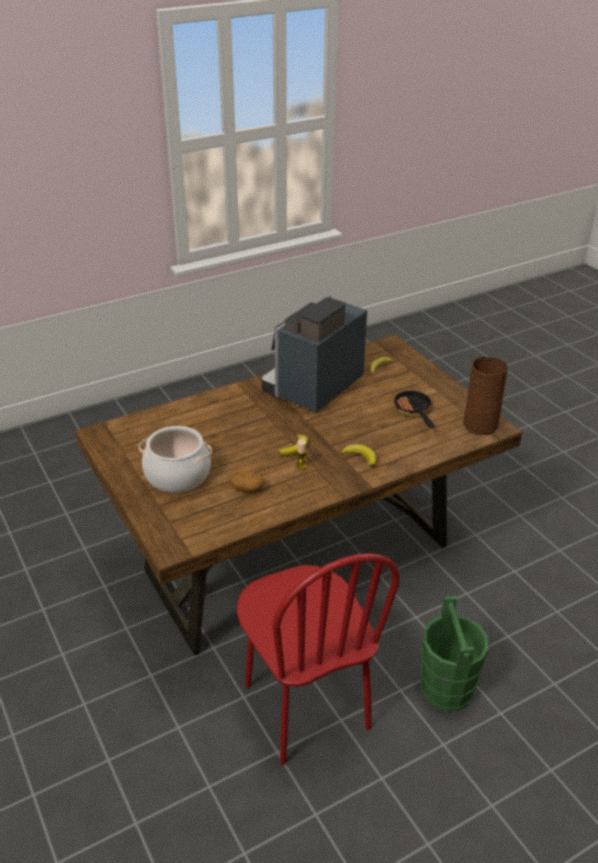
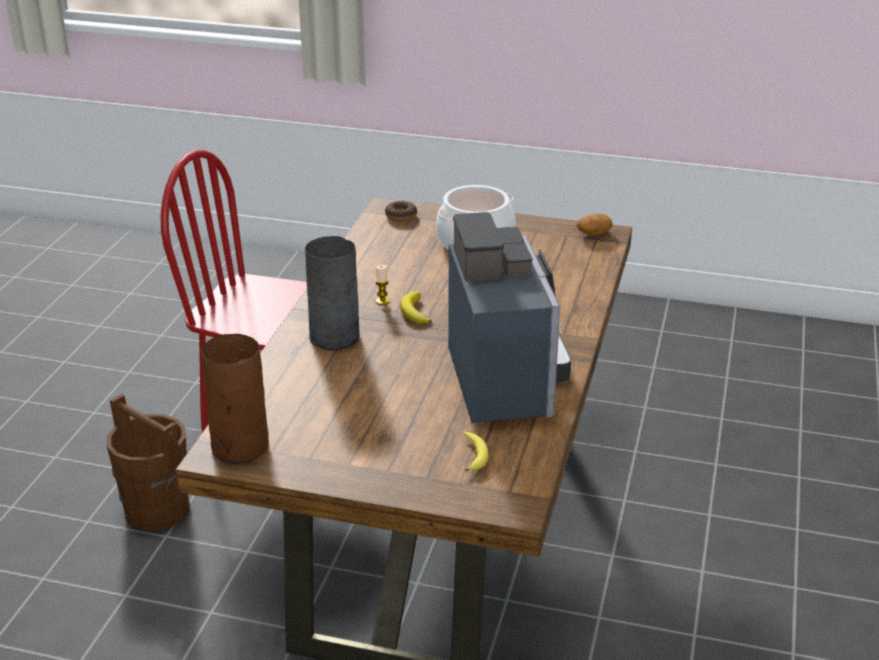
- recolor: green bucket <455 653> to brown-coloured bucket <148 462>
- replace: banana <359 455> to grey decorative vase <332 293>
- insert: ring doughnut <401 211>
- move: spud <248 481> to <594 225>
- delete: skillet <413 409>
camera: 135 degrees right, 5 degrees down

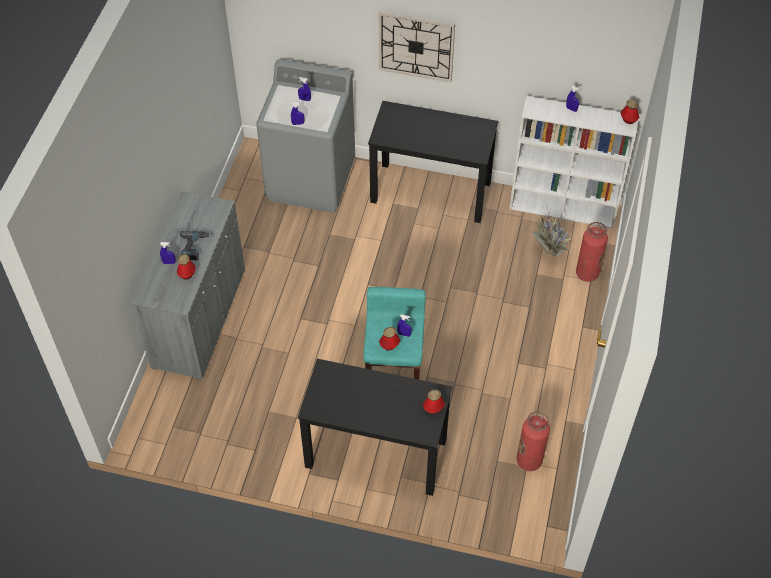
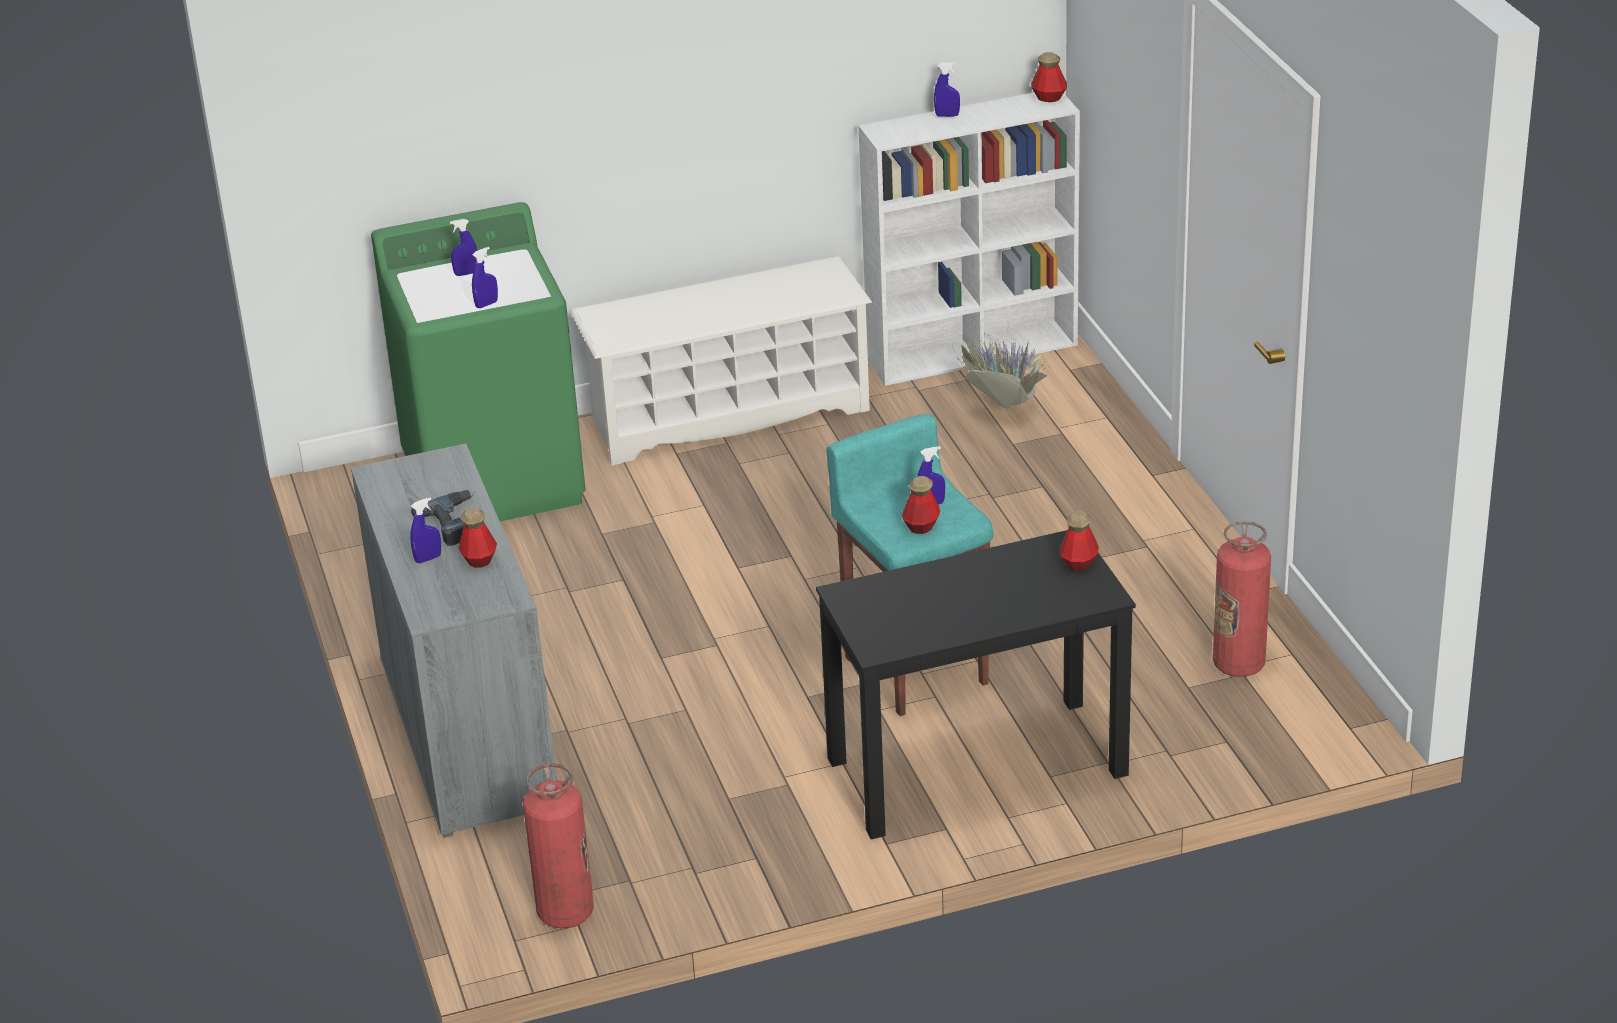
- recolor: grey washing machine <305 136> to green washing machine <478 362>
- move: fire extinguisher <592 252> to <558 845>
- replace: black desk table <433 162> to white shoe stand <721 360>
- delete: hanging clock <417 46>
camera: 30 degrees left, 20 degrees down

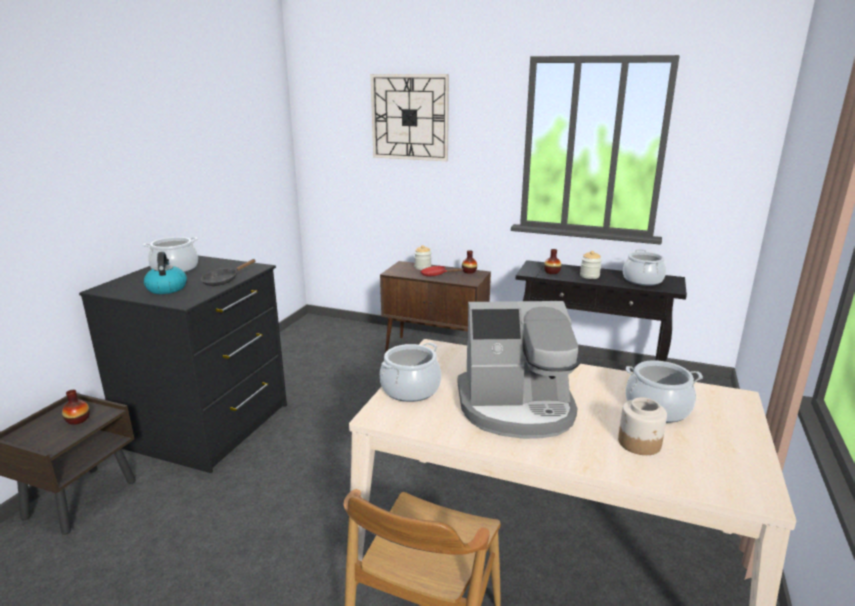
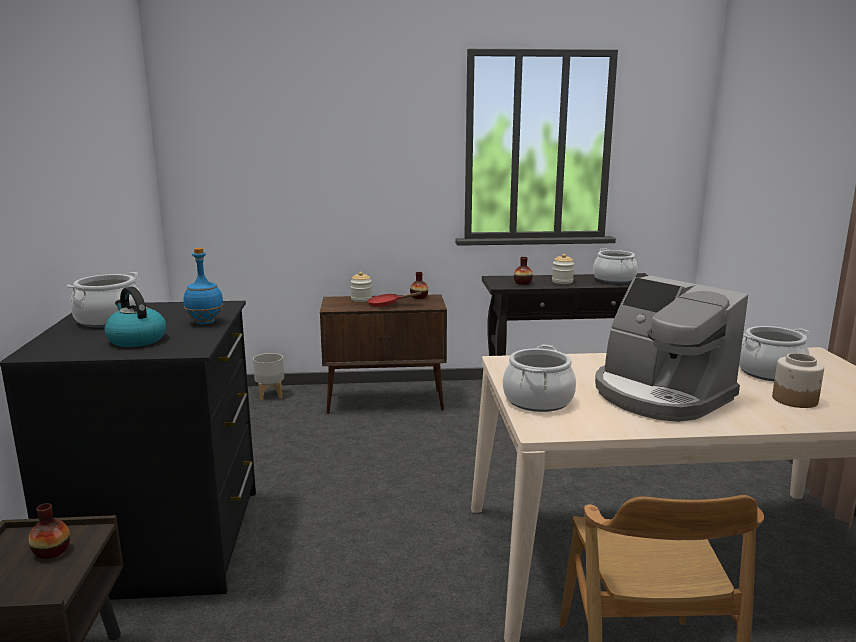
- replace: black skillet <228 272> to blue-coloured bottle <204 286>
- insert: grey plant pot <268 376>
- rotate: coffee brewer <519 370> = <671 348> 75 degrees clockwise
- delete: hanging clock <409 117>
camera: 25 degrees left, 5 degrees down

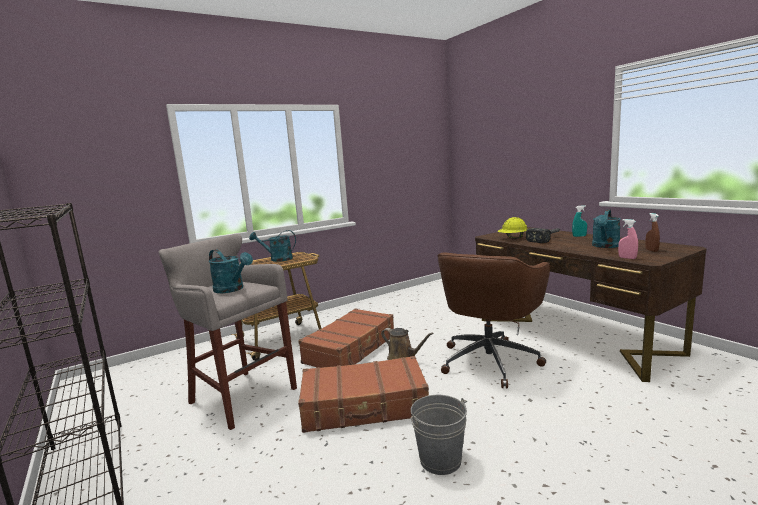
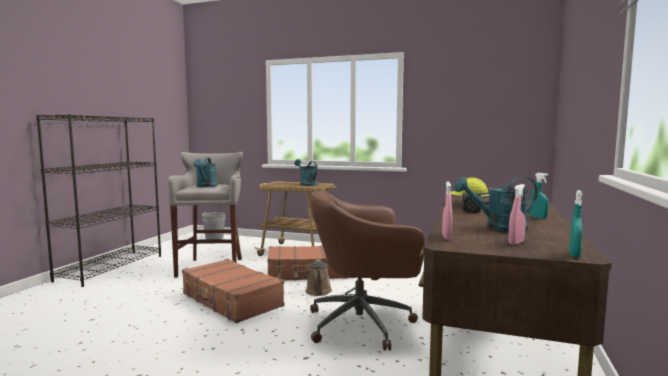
- move: grey bucket <439 435> to <213 225>
- recolor: brown-coloured spray bottle <652 232> to pink spray bottle <517 214>
- insert: turquoise-coloured spray bottle <575 224>
camera: 50 degrees right, 5 degrees down

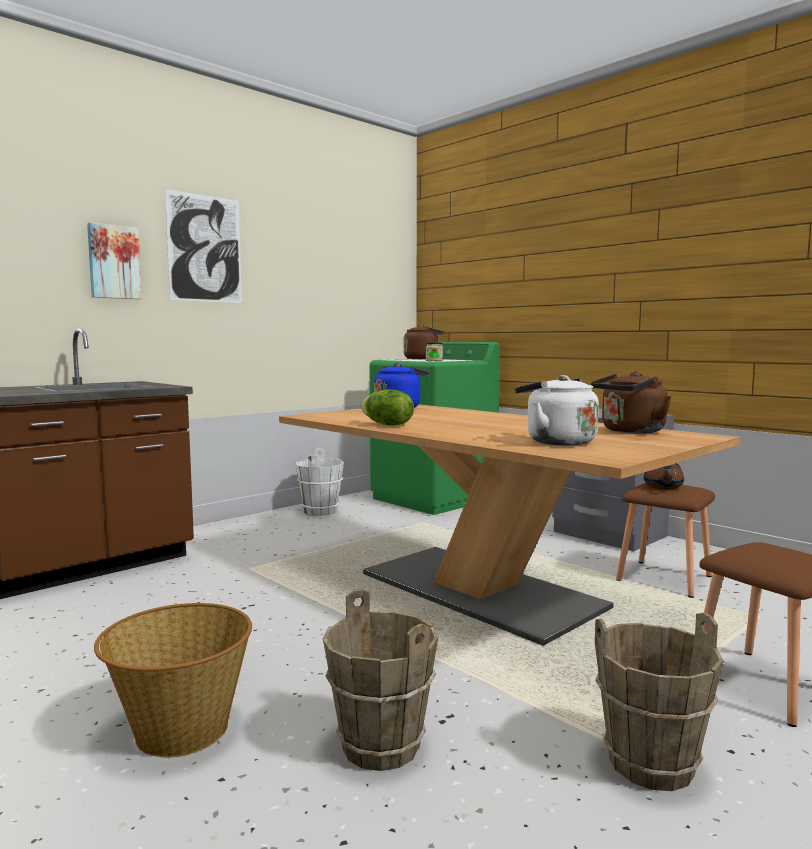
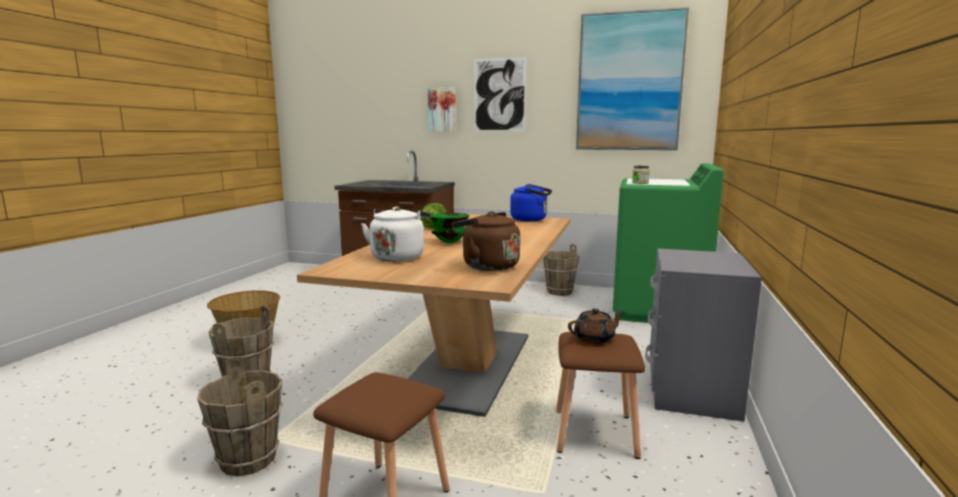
- insert: green bowl <449 228>
- recolor: white bucket <320 482> to brown-coloured bucket <561 270>
- insert: wall art <632 78>
- delete: brown-coloured tea kettle <423 342>
camera: 60 degrees right, 5 degrees up

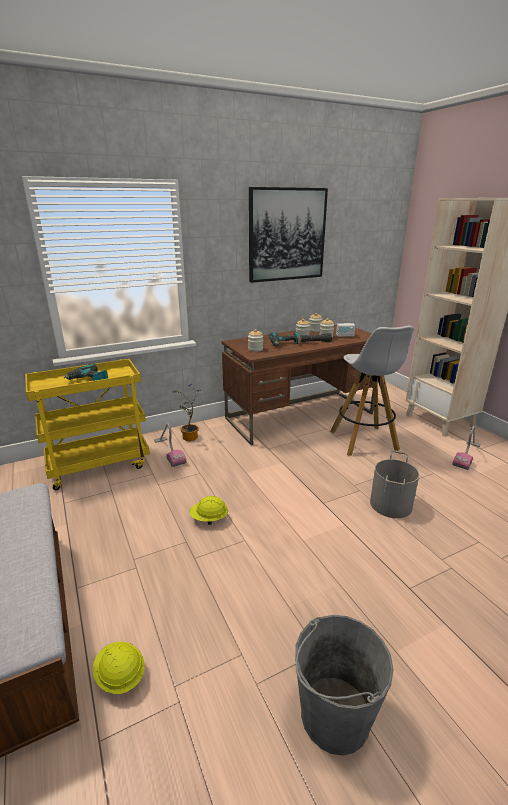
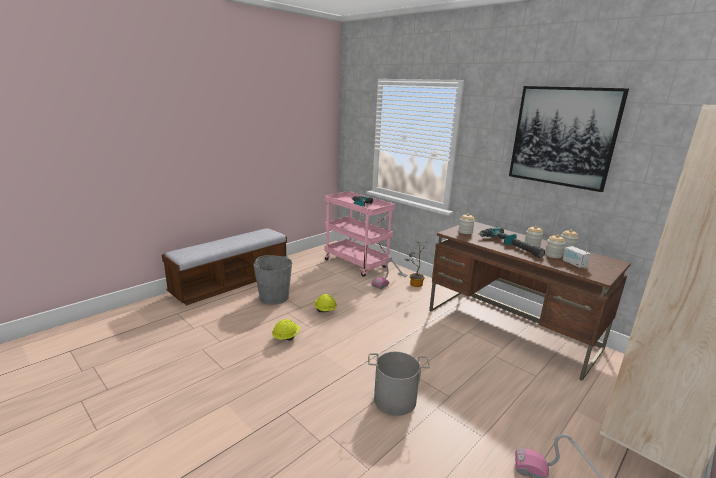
- move: grey bucket <344 685> to <273 280>
- move: yellow-coloured work helmet <118 668> to <286 330>
- recolor: yellow-coloured trolley <87 424> to pink trolley <359 234>
- delete: white stool <371 391>
camera: 70 degrees right, 5 degrees down

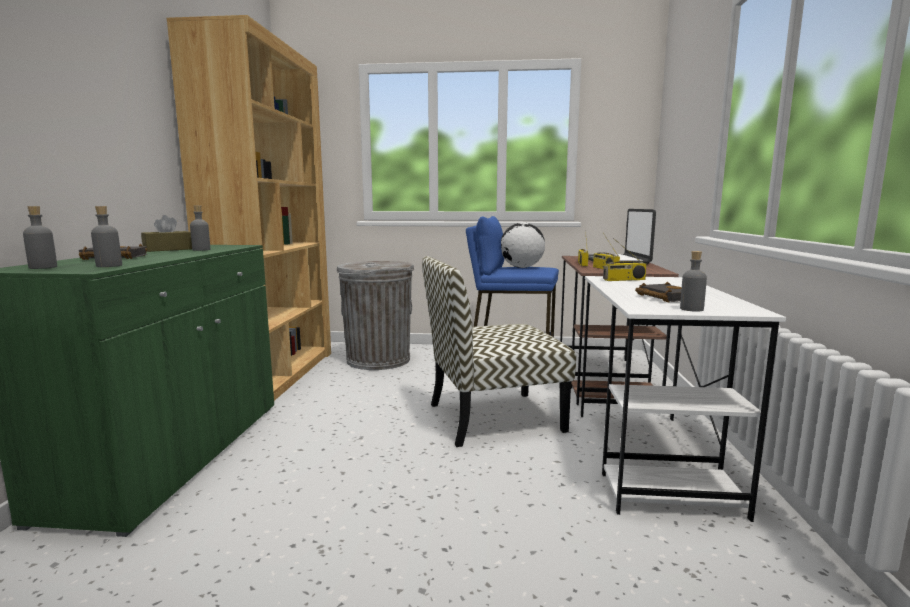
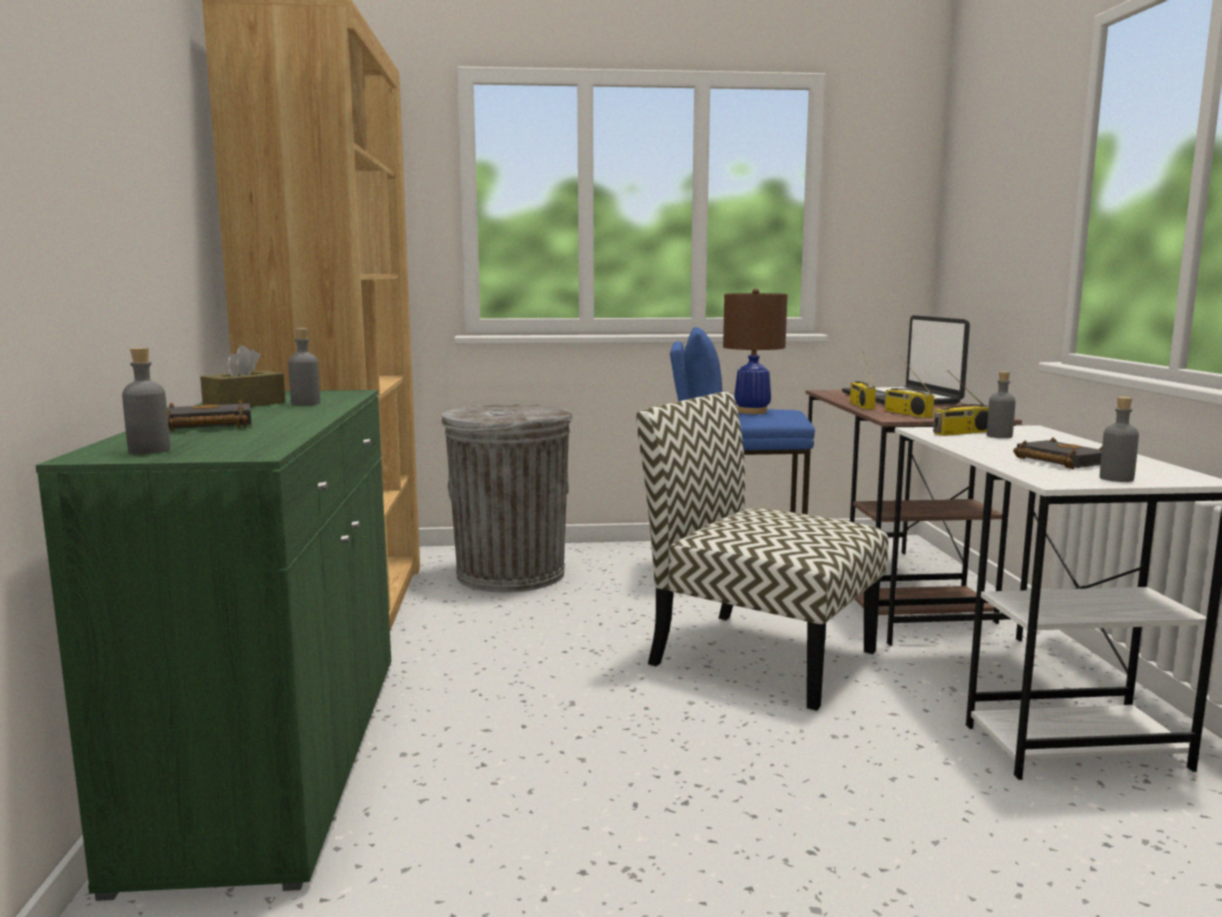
- rotate: chair <499 351> = <762 551> 60 degrees clockwise
- replace: world globe <523 245> to brown-coloured lamp for a table <755 351>
- move: grey bottle <106 236> to <1001 404>
camera: 10 degrees left, 0 degrees up

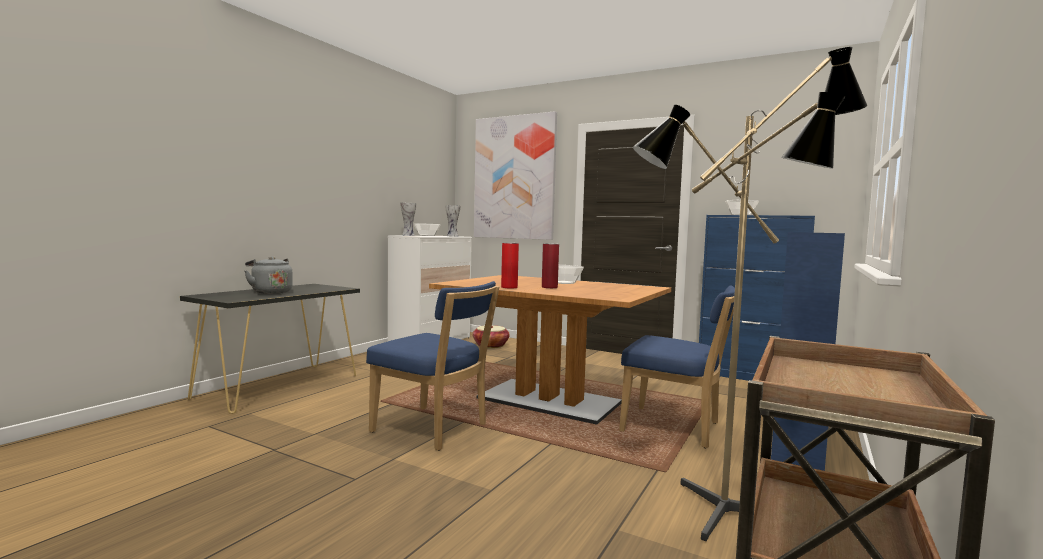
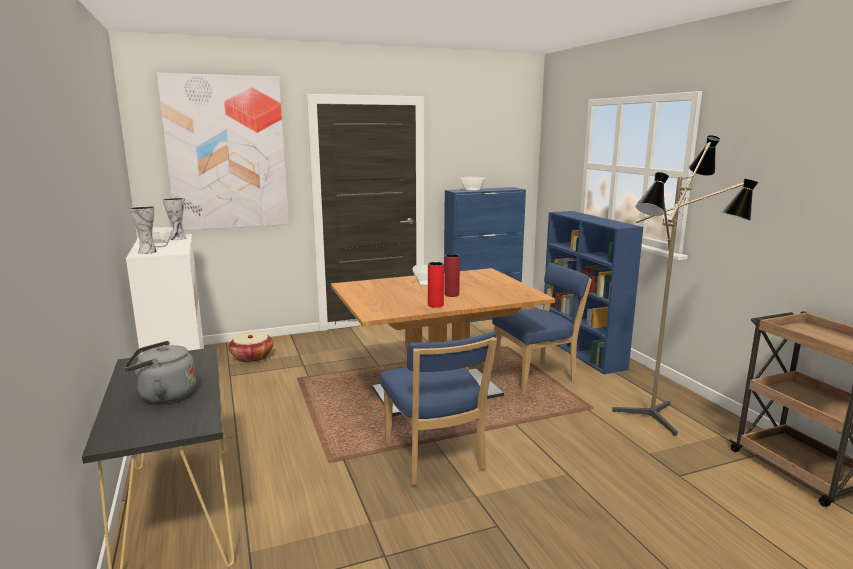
- rotate: blue-coloured chair <432 366> = <438 409> 90 degrees clockwise
camera: 50 degrees left, 10 degrees up

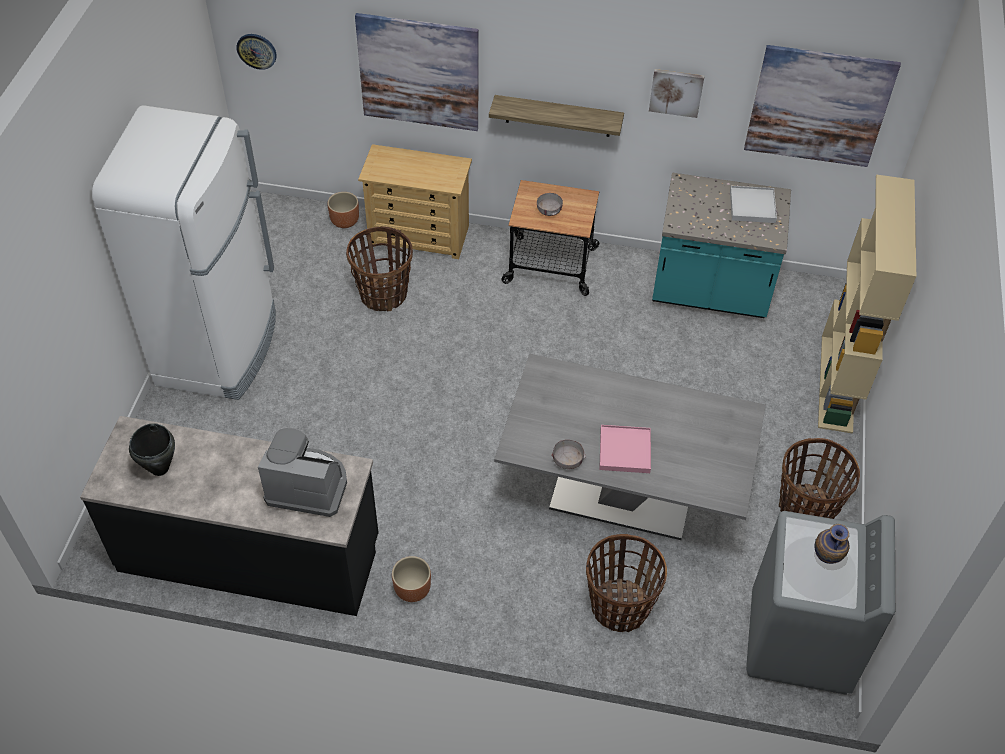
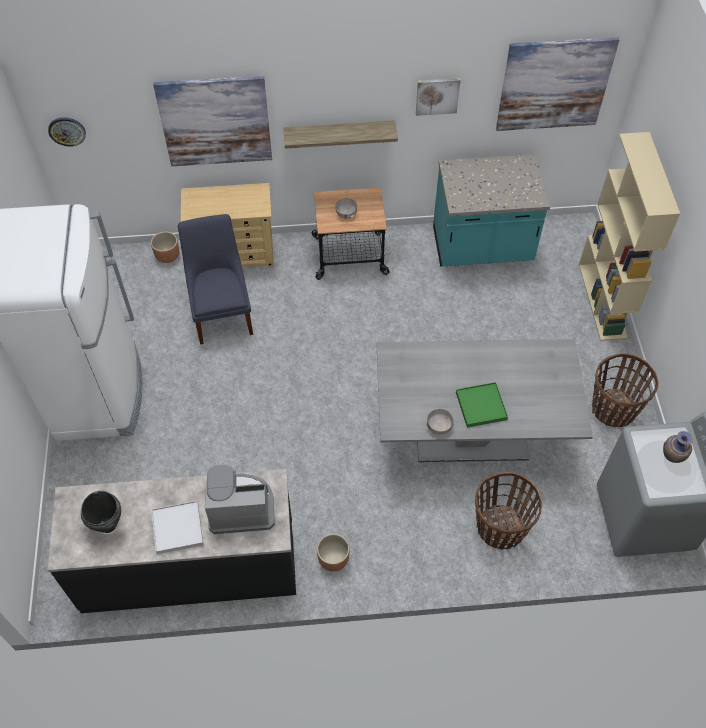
- move: white tray <753 204> to <177 527>
- replace: household basket <379 269> to blue-coloured chair <215 279>
- recolor: pink tray <625 449> to green tray <482 405>
camera: 15 degrees left, 5 degrees up

